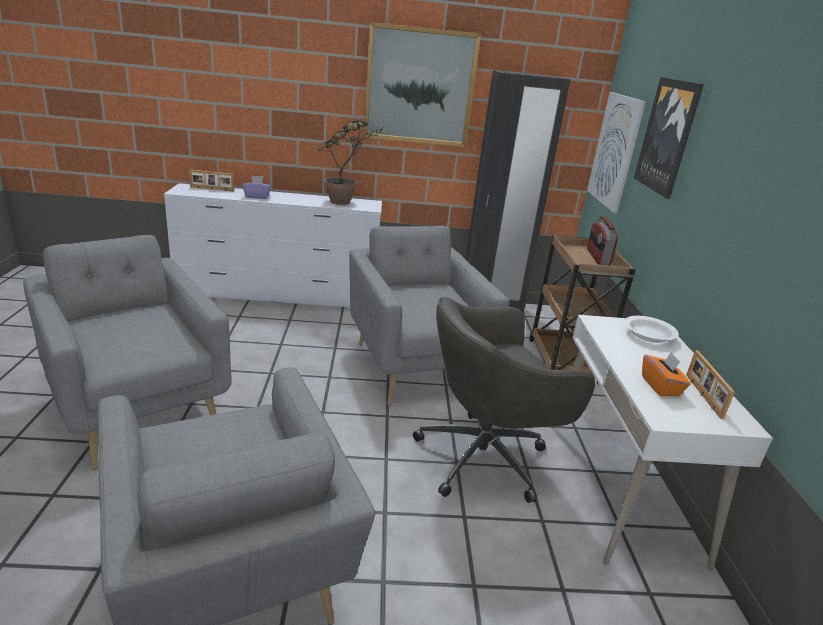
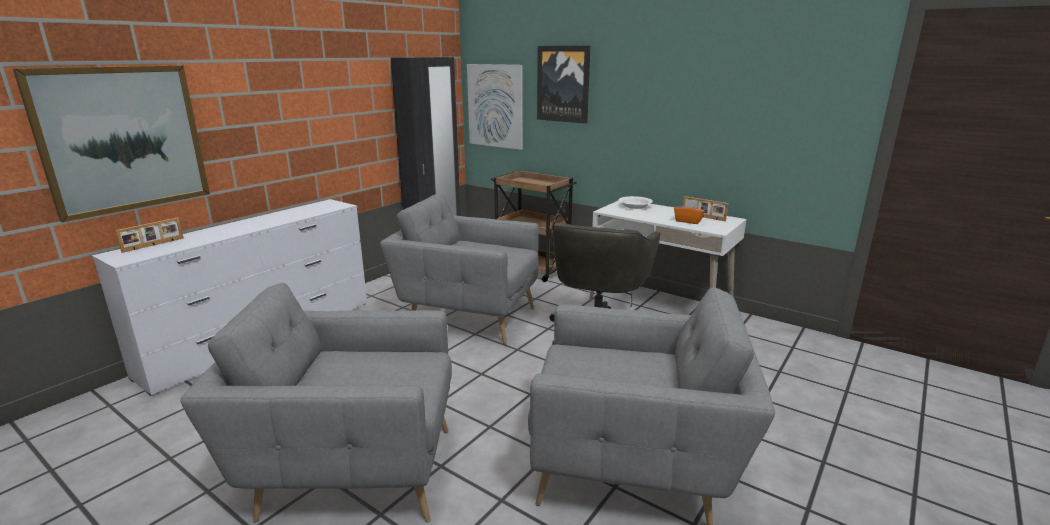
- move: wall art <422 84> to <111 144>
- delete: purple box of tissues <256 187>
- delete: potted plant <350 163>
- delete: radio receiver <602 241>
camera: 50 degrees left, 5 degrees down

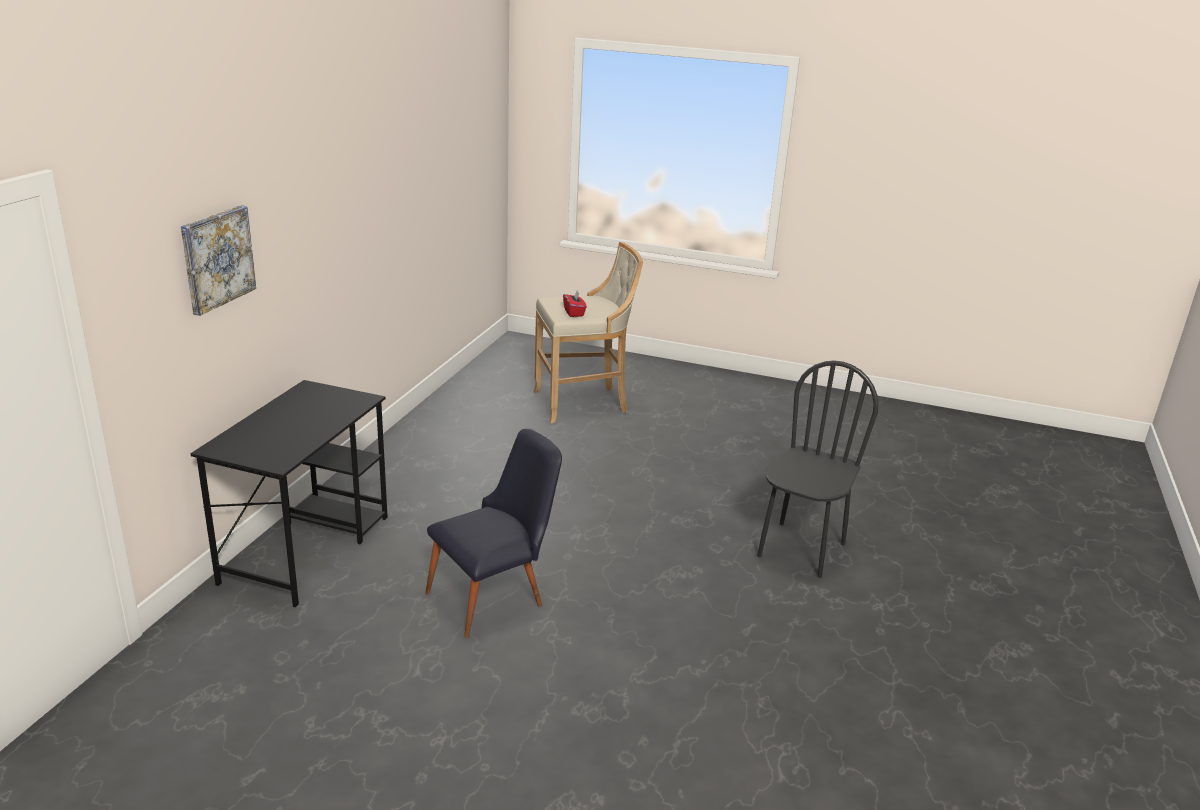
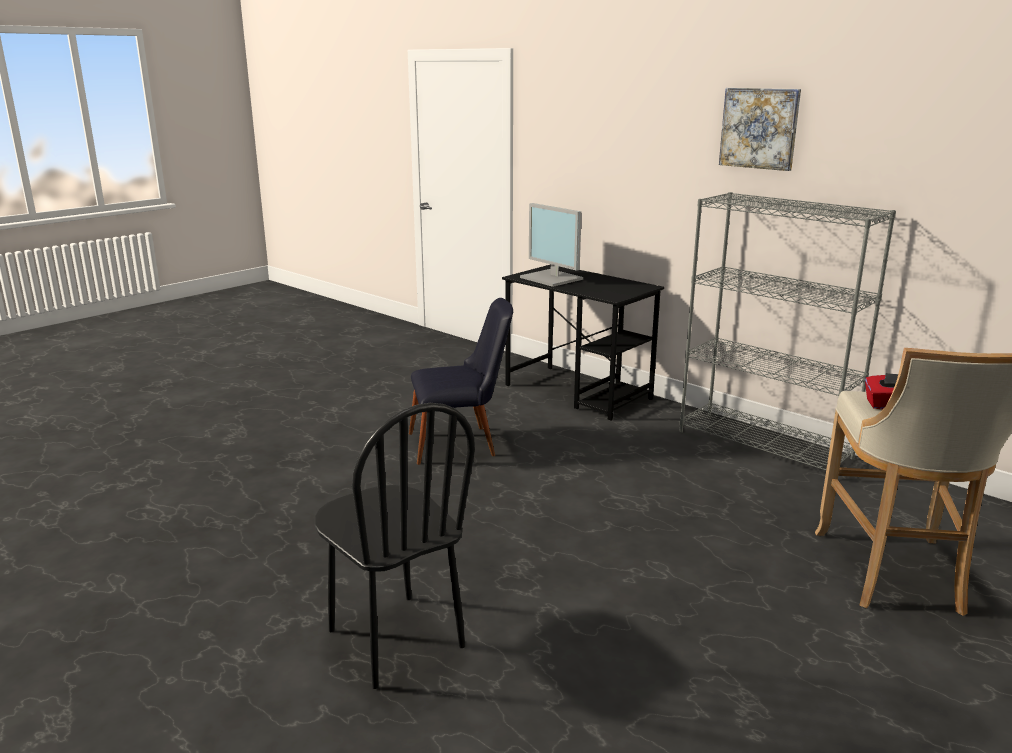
- rotate: black chair <493 533> = <461 381> 90 degrees counterclockwise
- insert: monitor <551 245>
- insert: grey bookshelf <788 331>
- move: wall art <218 260> to <760 129>
camera: 115 degrees right, 5 degrees down

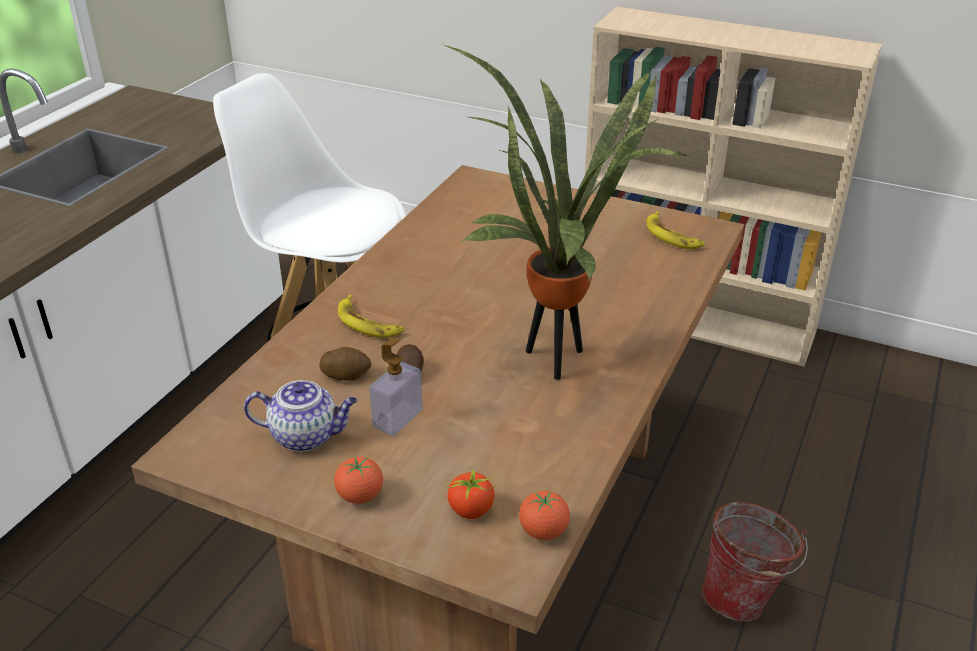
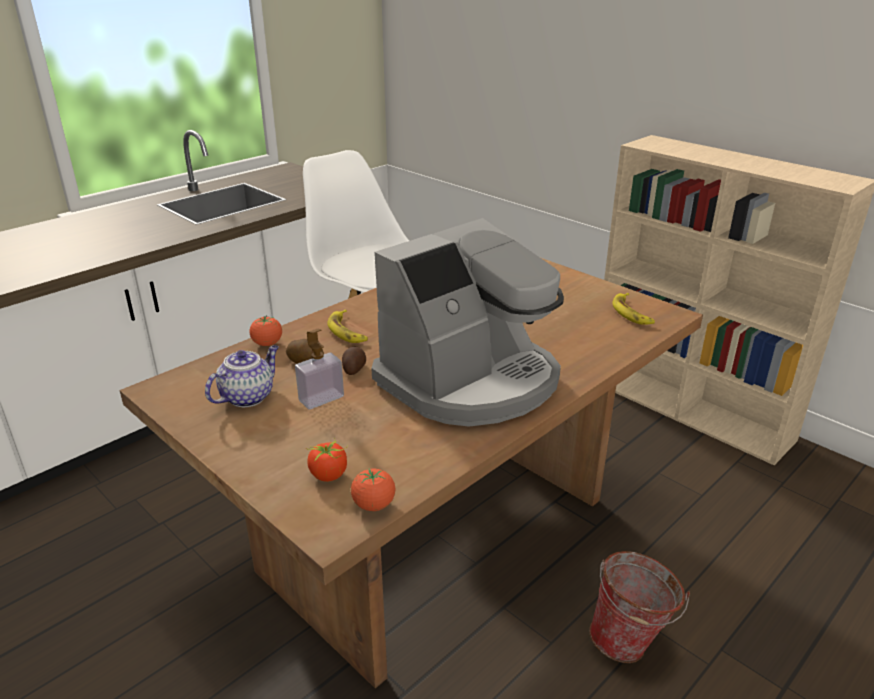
- rotate: teapot <300 416> = <242 376> 75 degrees counterclockwise
- move: whole tomato <358 480> to <265 330>
- replace: potted plant <566 212> to coffee brewer <467 322>
camera: 20 degrees right, 5 degrees down

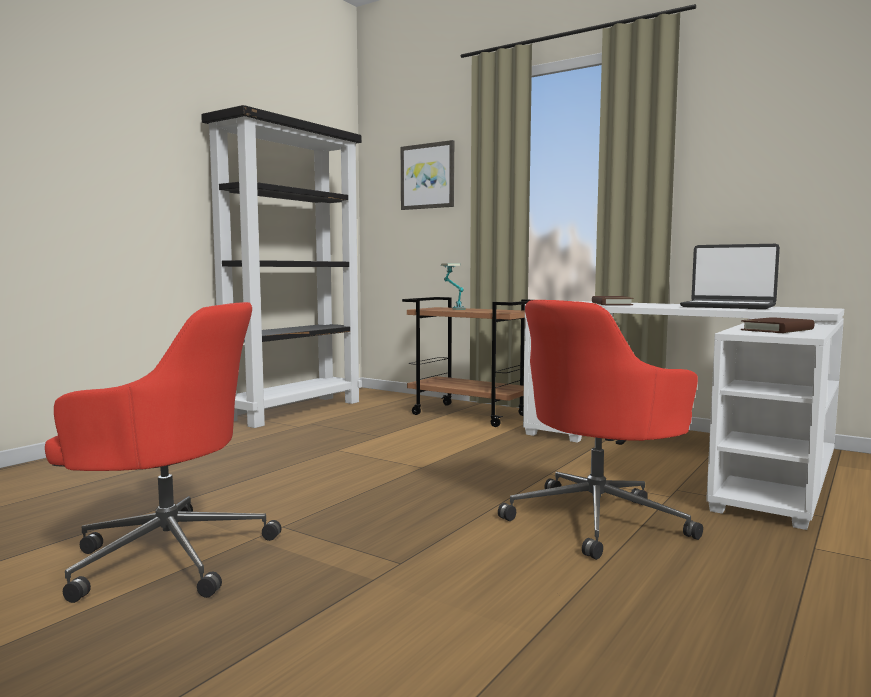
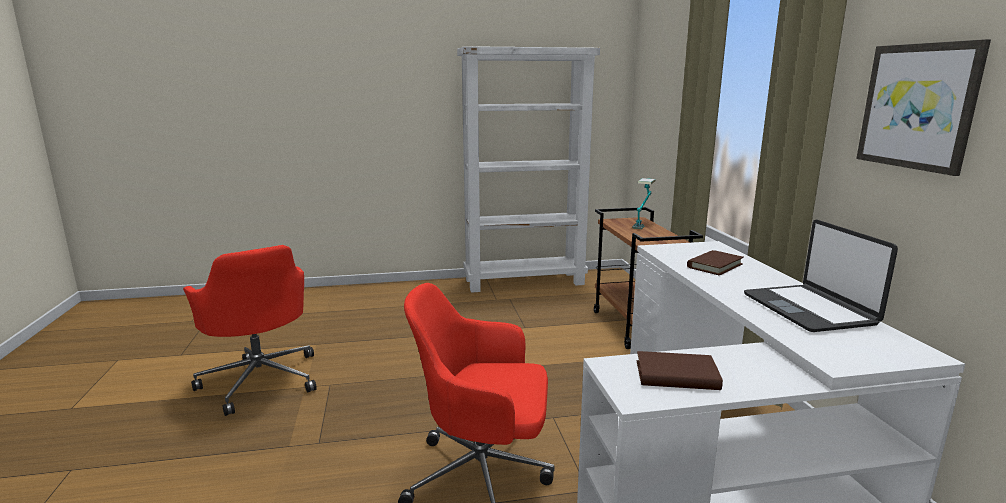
- recolor: black bookshelf <281 266> to white bookshelf <528 169>
- move: wall art <427 175> to <923 107>
camera: 45 degrees right, 10 degrees up

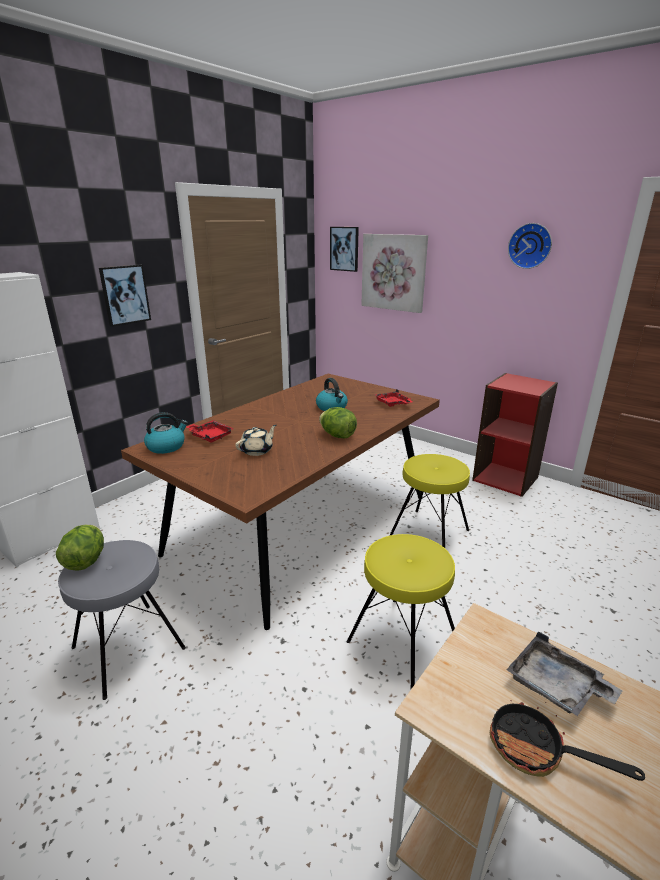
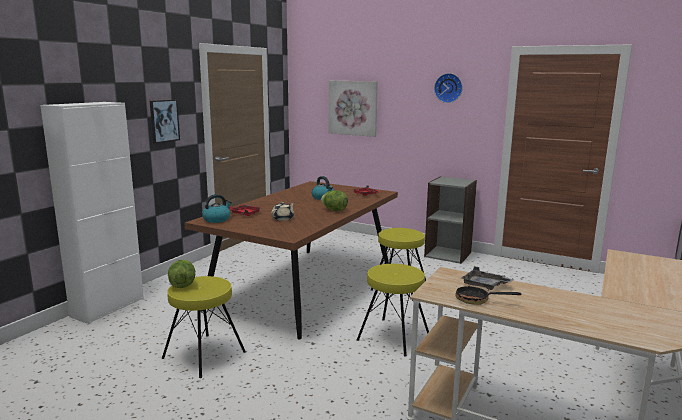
- recolor: grey stool <122 620> to yellow-coloured stool <204 327>
- recolor: red bookshelf <515 435> to grey bookshelf <450 220>
- delete: wall art <344 249>
camera: 10 degrees left, 10 degrees down

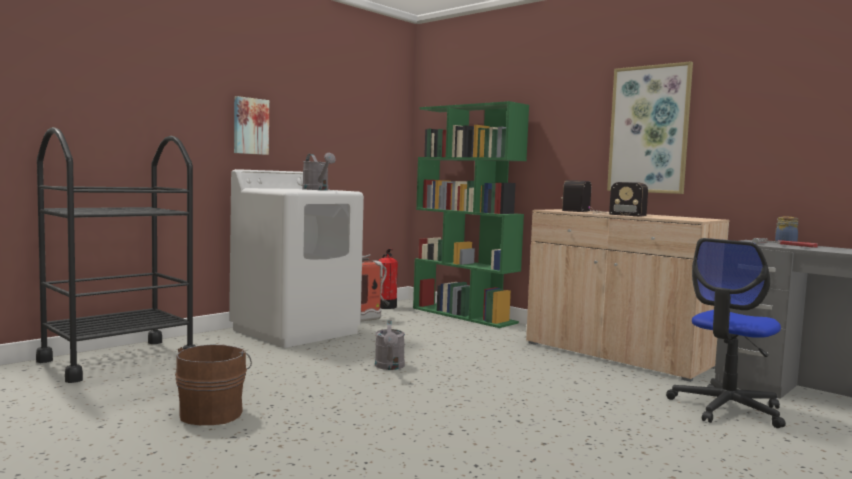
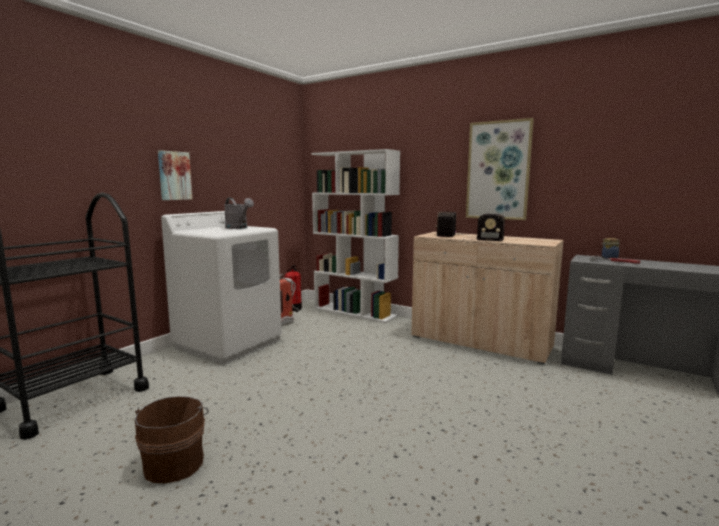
- recolor: green bookshelf <471 214> to white bookshelf <355 236>
- delete: grey watering can <390 345>
- delete: desk chair <726 333>
camera: 10 degrees left, 5 degrees up

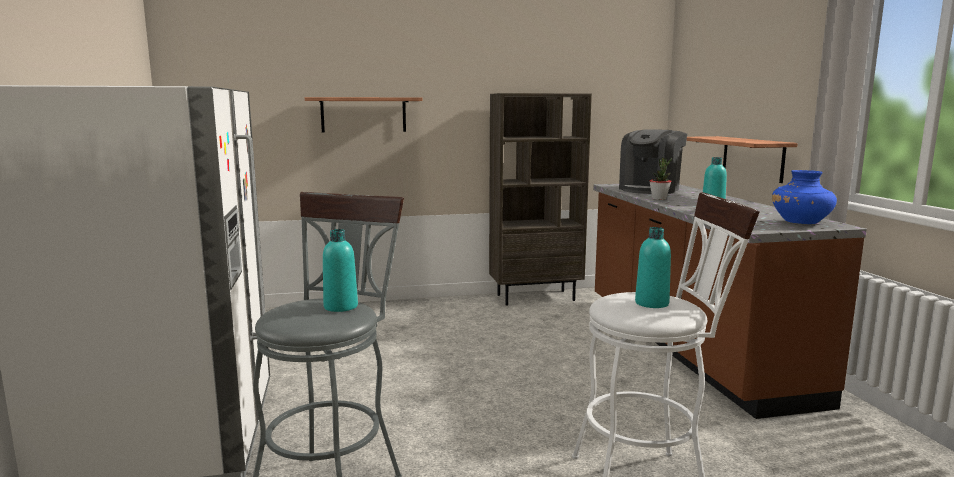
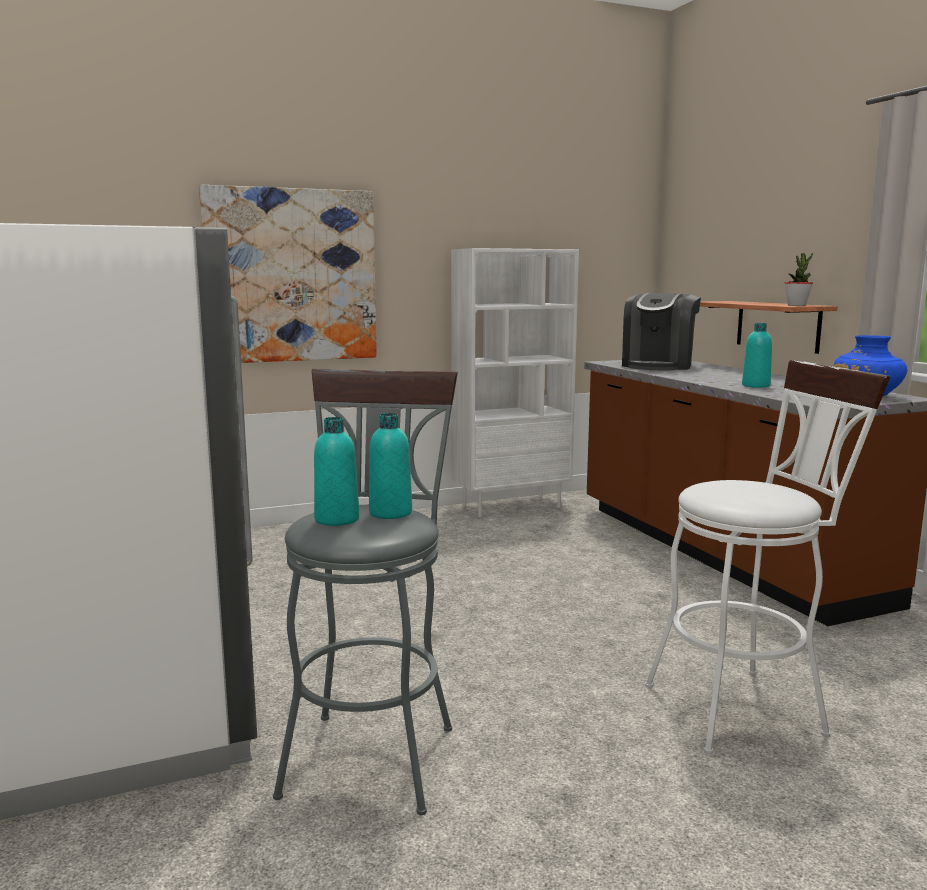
- replace: wall shelf <363 114> to wall art <288 274>
- move: turquoise-coloured bottle <653 267> to <336 471>
- recolor: brown-coloured bookshelf <540 199> to white bookshelf <515 382>
- move: potted plant <660 178> to <799 279>
camera: 10 degrees left, 0 degrees up

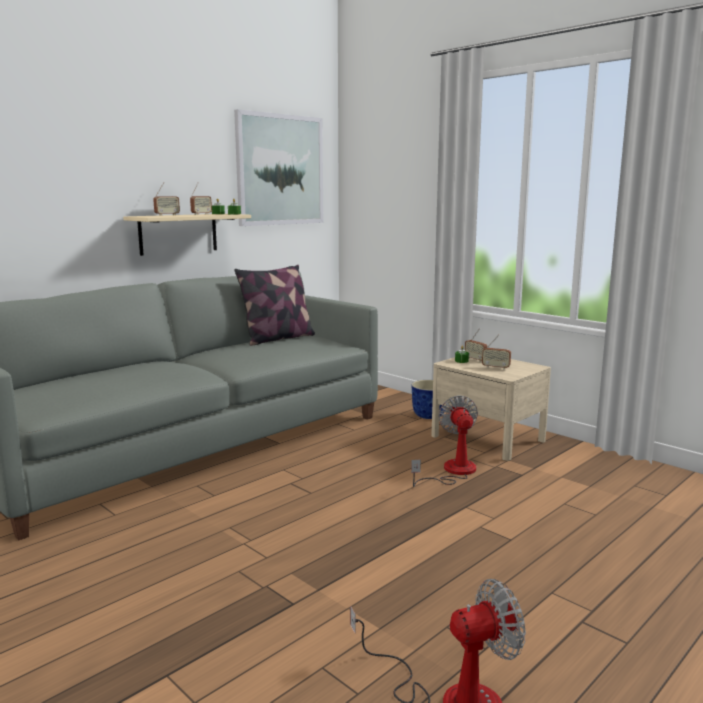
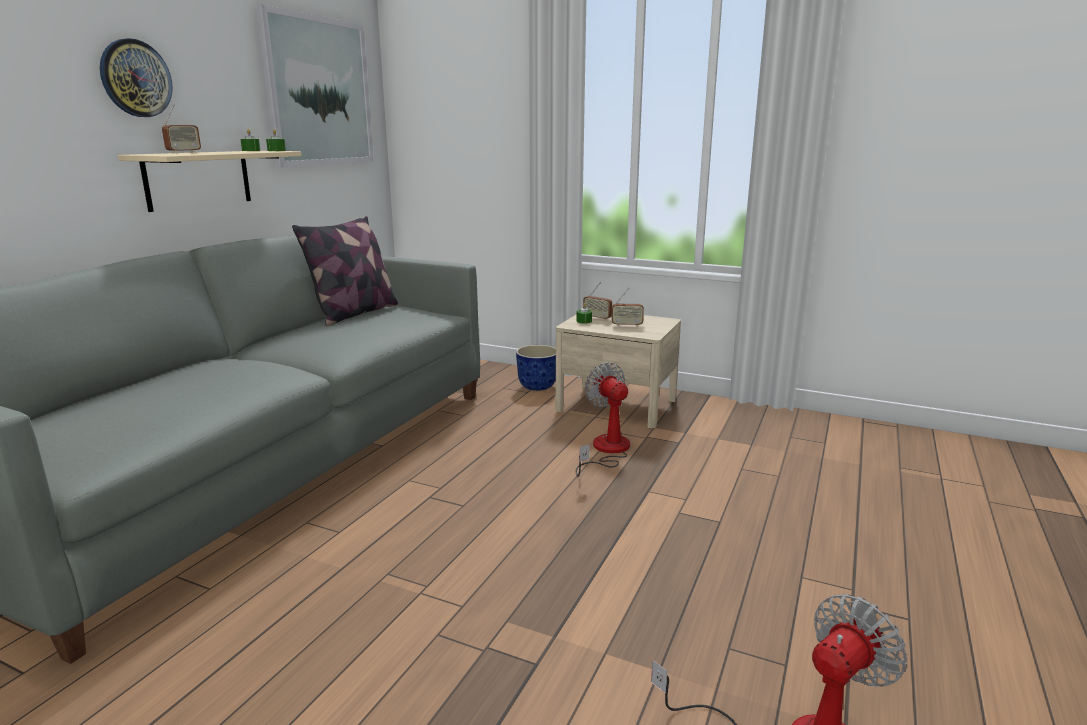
- insert: hanging clock <136 77>
- delete: radio receiver <201 199>
camera: 20 degrees left, 5 degrees up

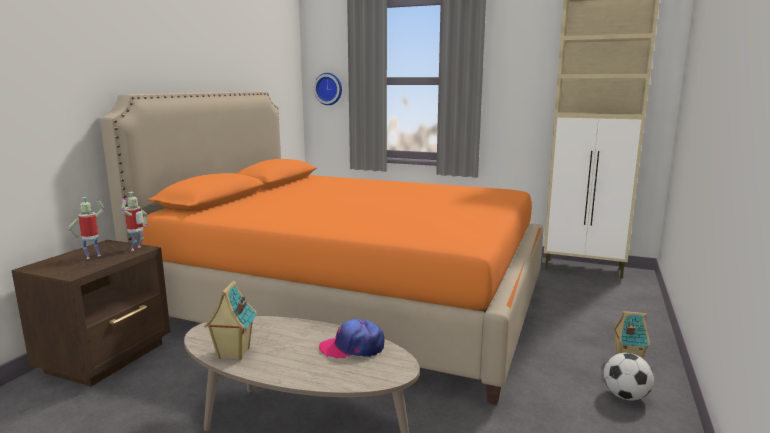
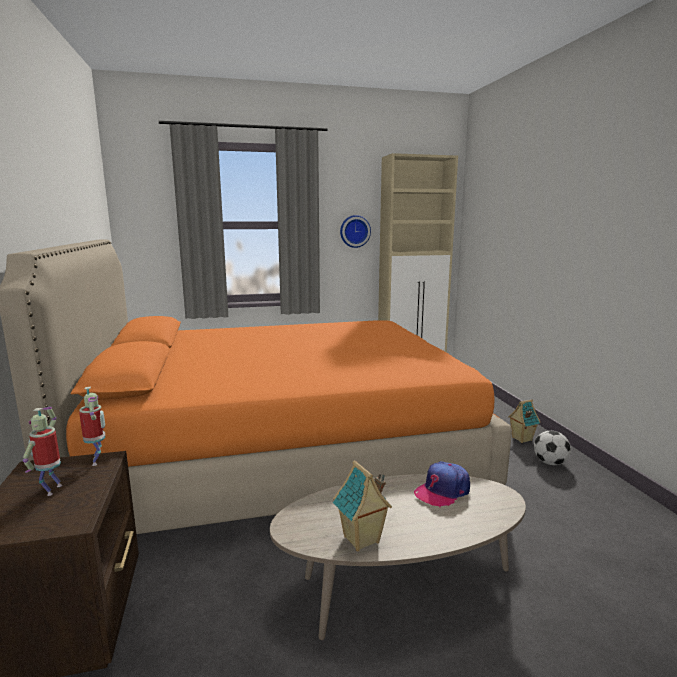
- move: hanging clock <328 89> to <355 231>
camera: 35 degrees left, 0 degrees up

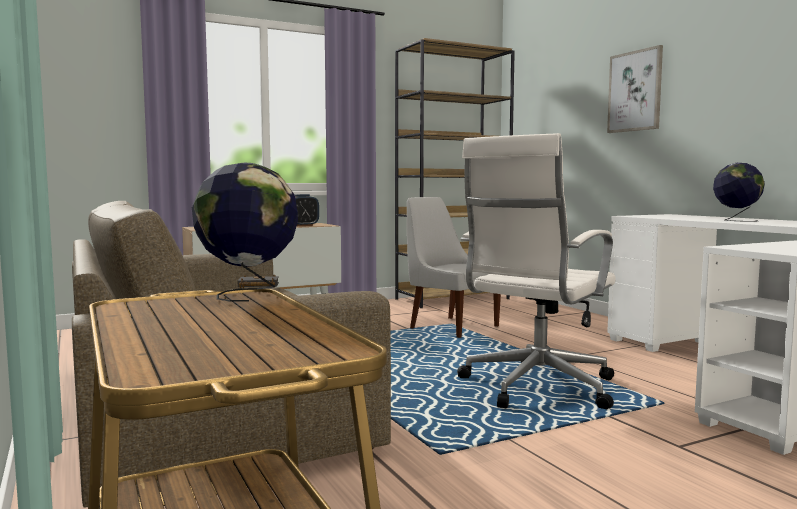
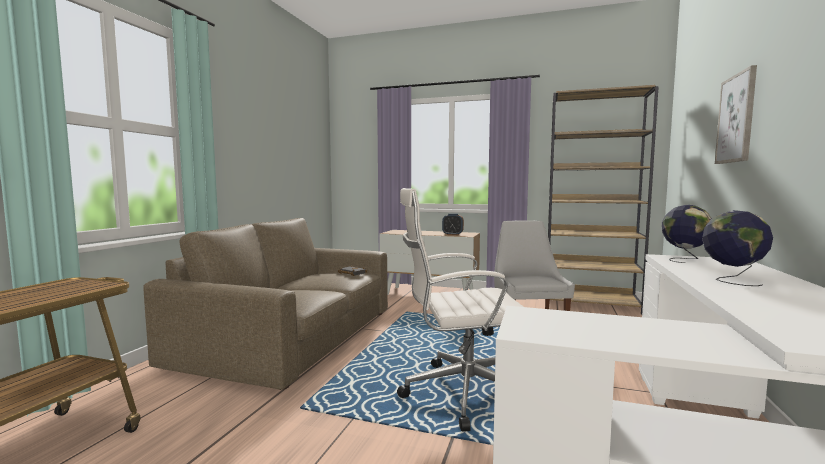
- move: world globe <245 232> to <687 234>
camera: 45 degrees right, 0 degrees up

